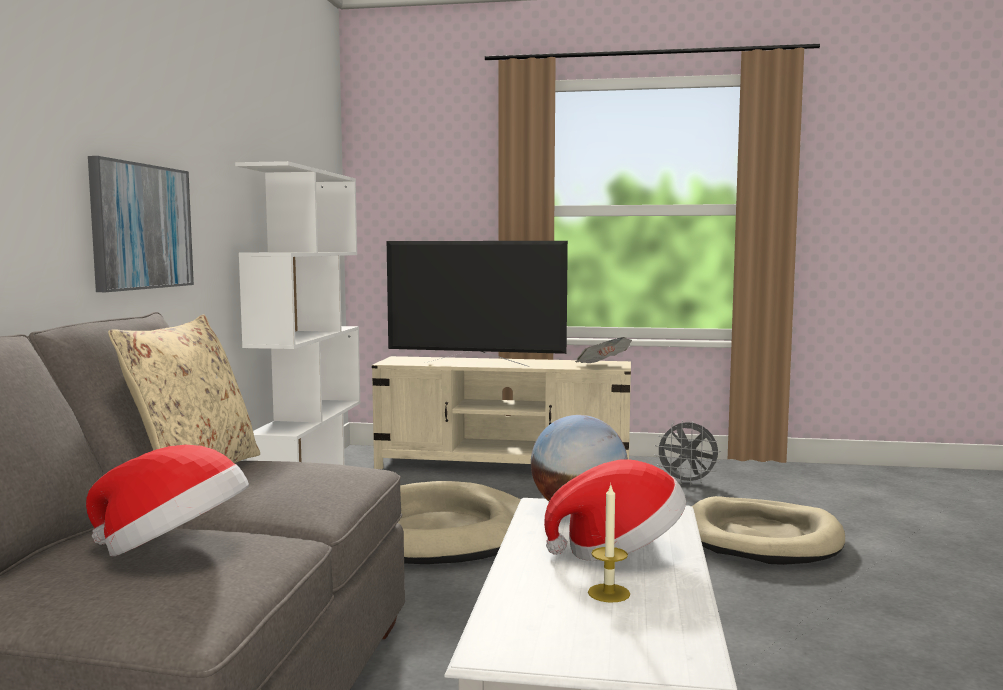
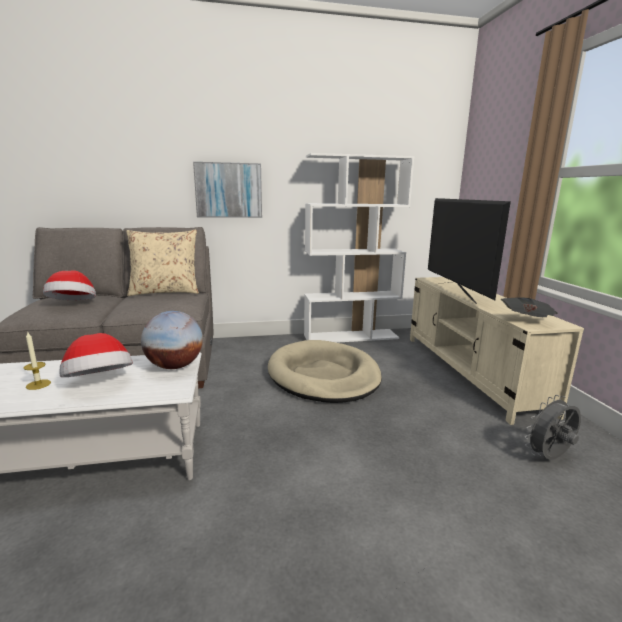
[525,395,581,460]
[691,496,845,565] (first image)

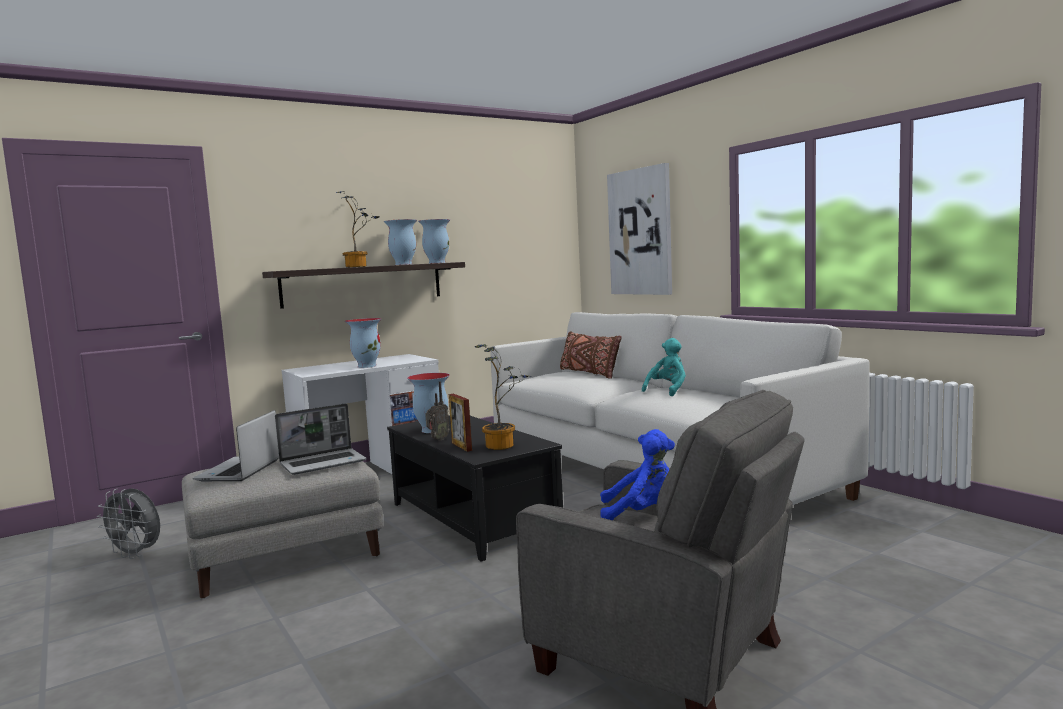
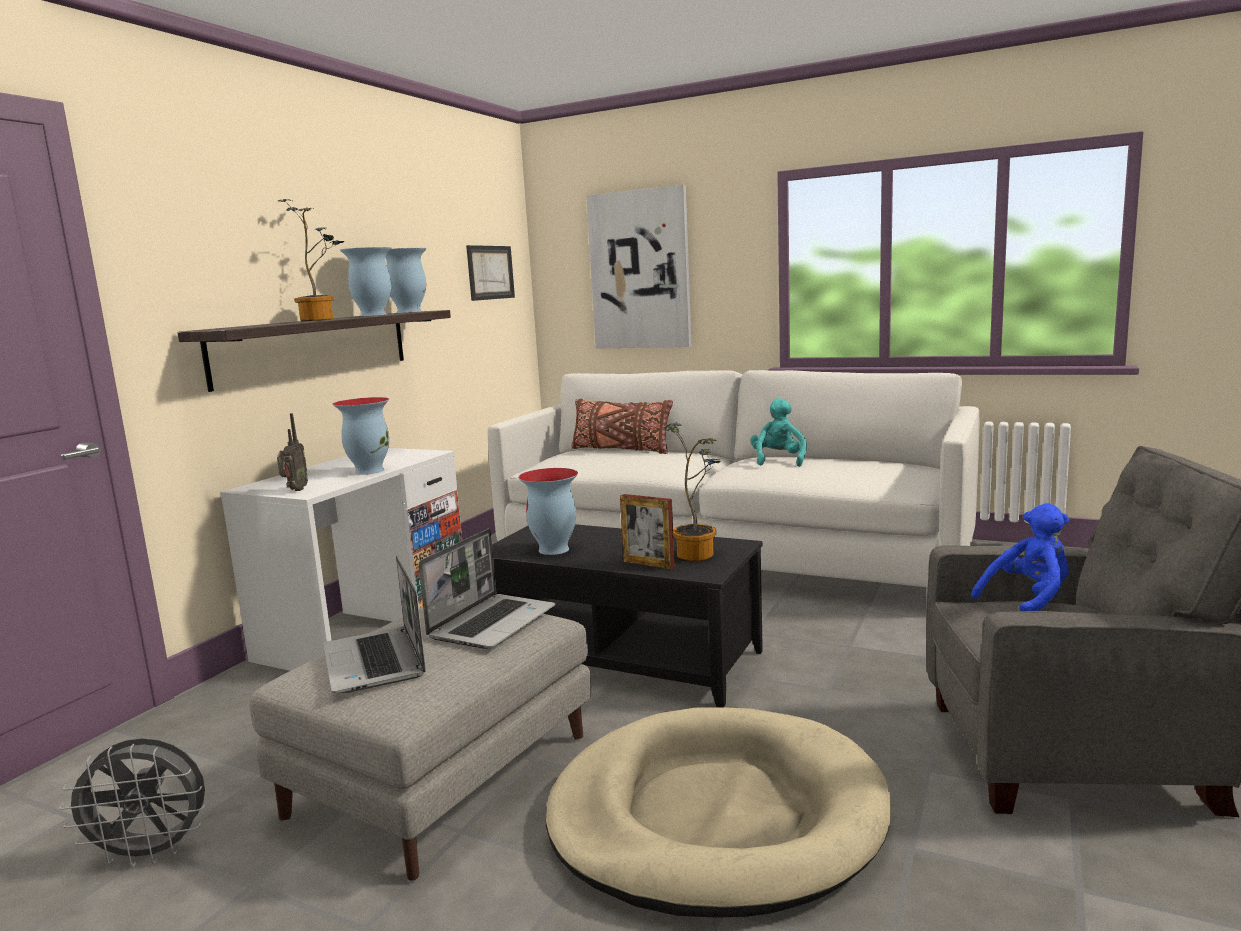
[277,413,308,491]
[466,245,515,301]
[546,708,892,918]

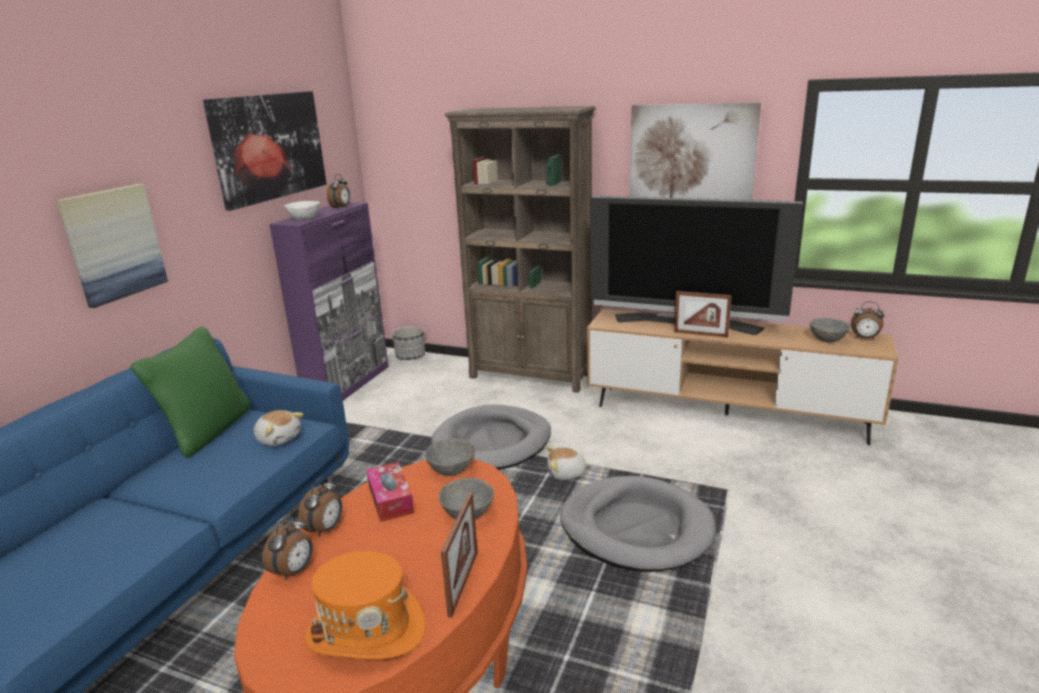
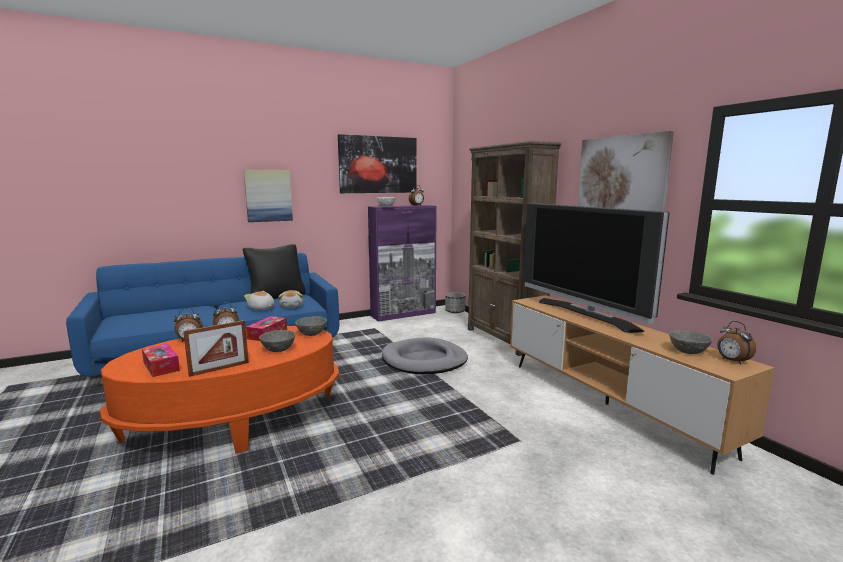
[243,244,306,299]
[142,343,180,377]
[244,291,274,310]
[560,476,716,572] (first image)
[674,291,732,338] (first image)

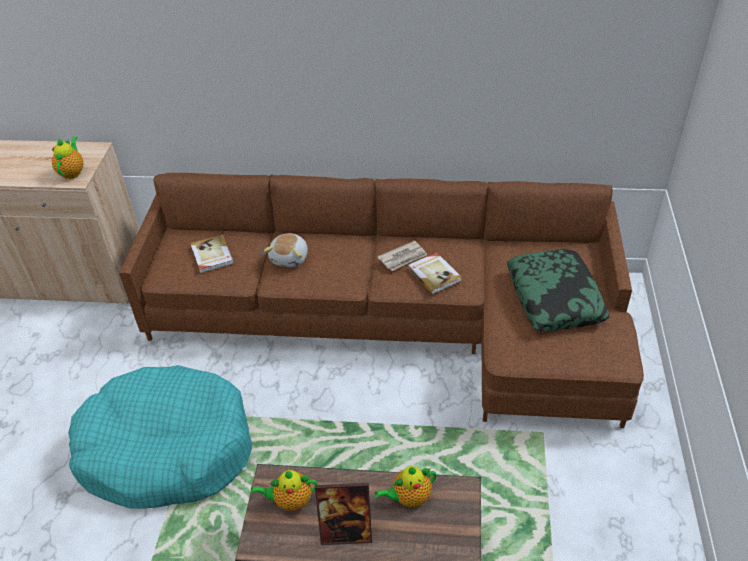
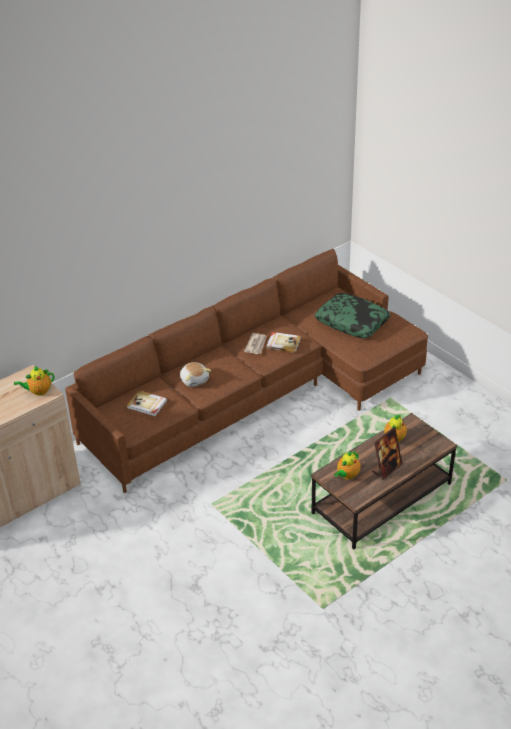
[14,366,55,396]
[68,365,252,509] (first image)

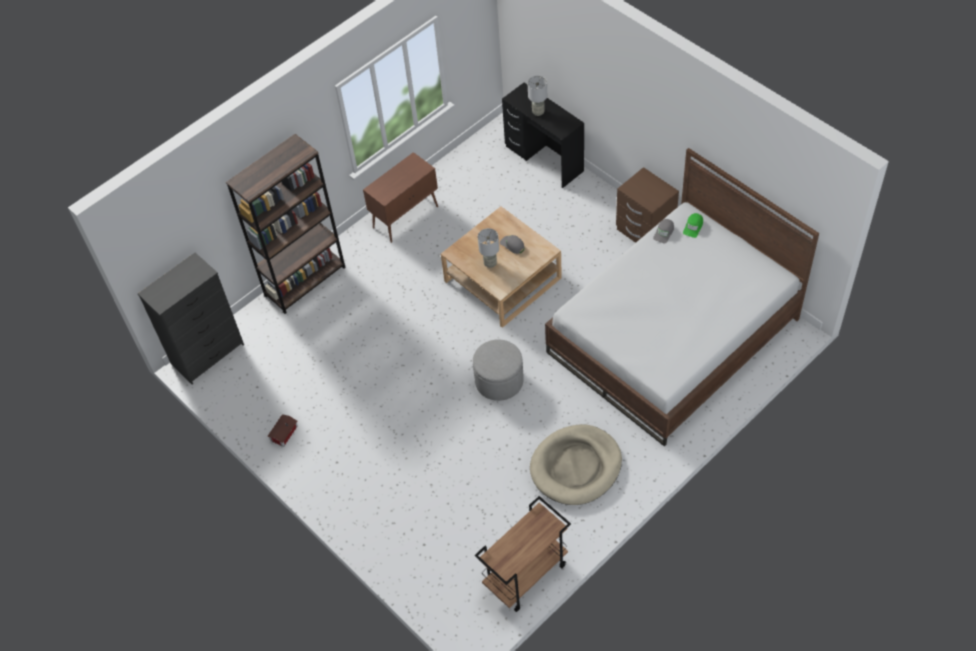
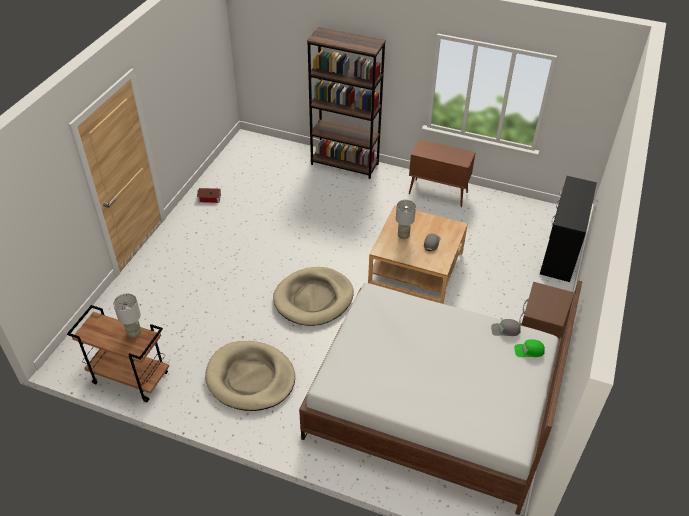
[138,253,244,385] (first image)
[273,267,354,326]
[113,293,141,338]

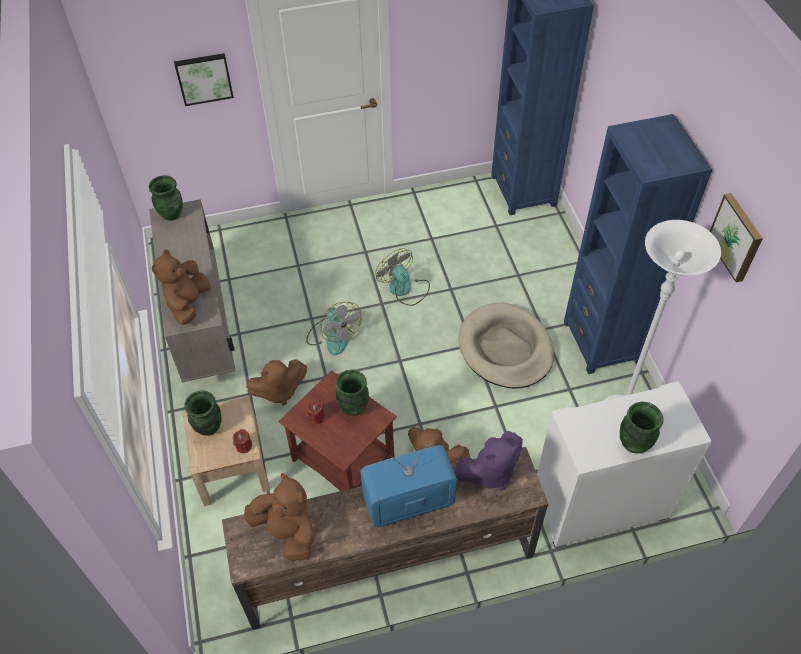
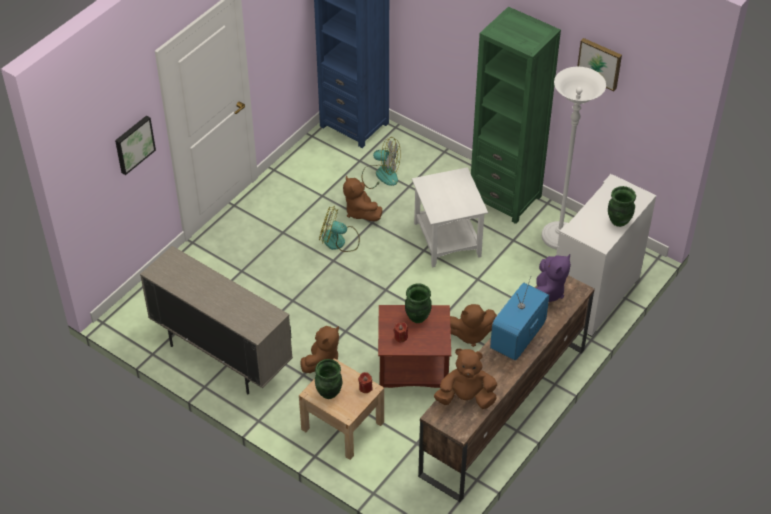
[149,175,183,221] (first image)
[343,176,383,221]
[362,137,401,189]
[412,167,488,267]
[471,7,561,224]

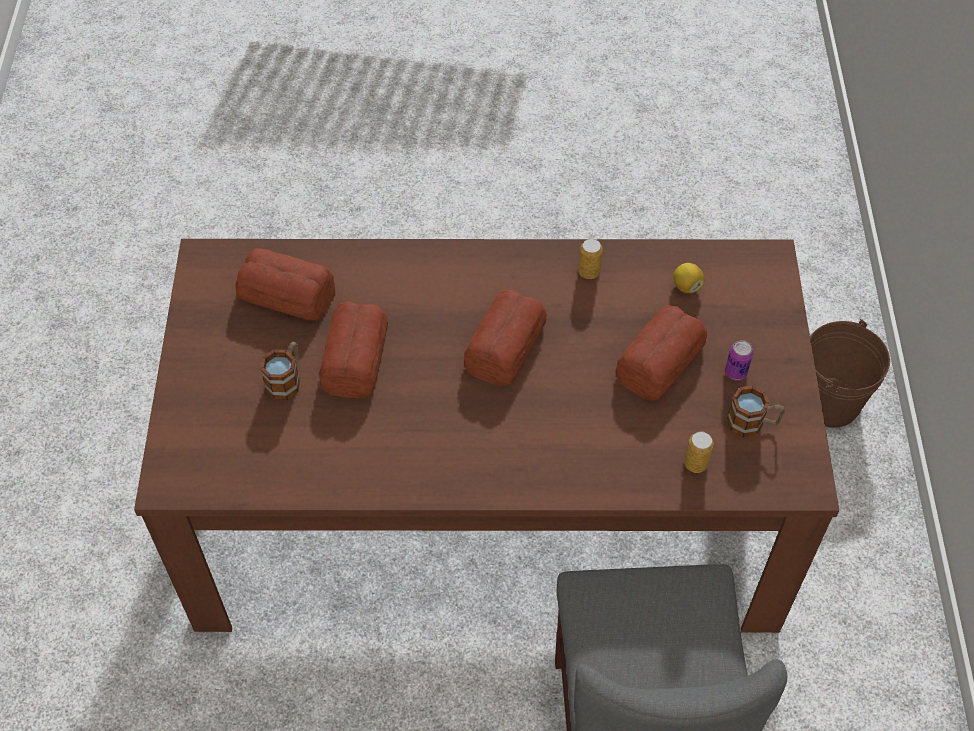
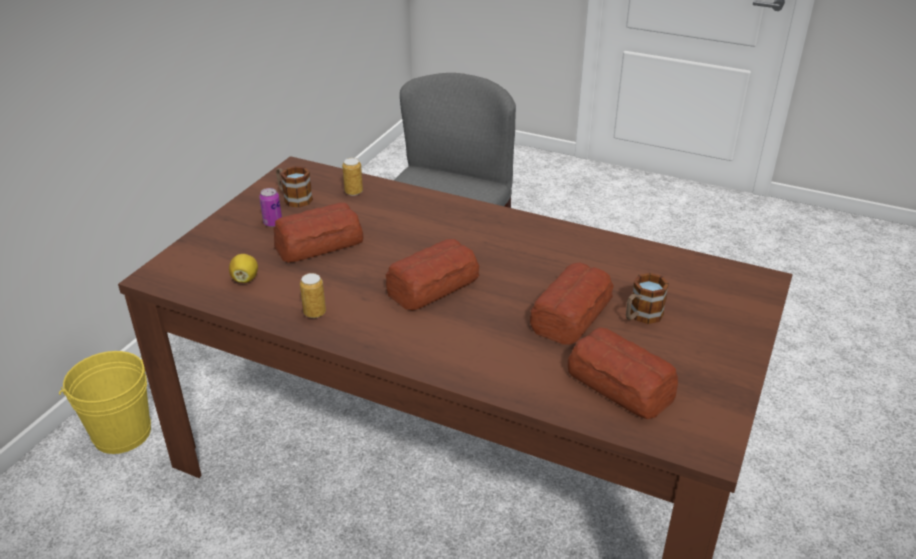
[59,351,151,454]

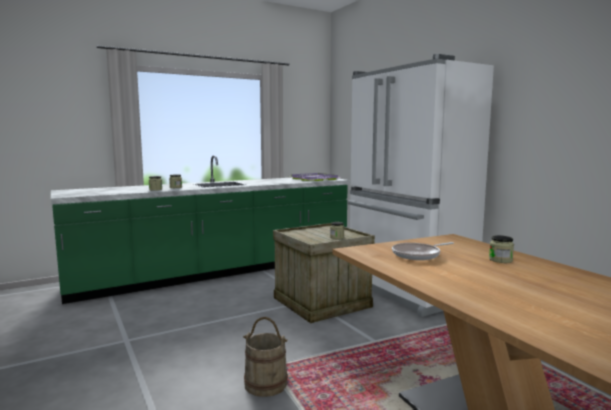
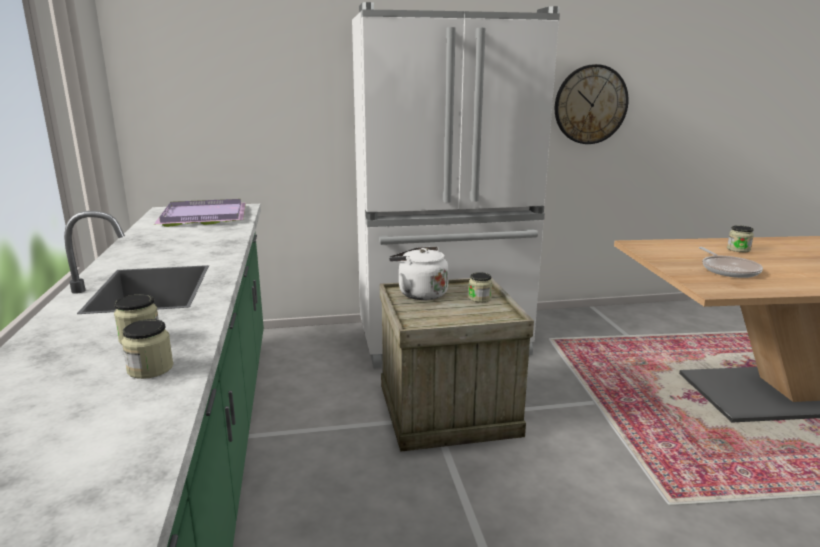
[243,317,288,397] (first image)
[389,246,449,300]
[555,64,629,144]

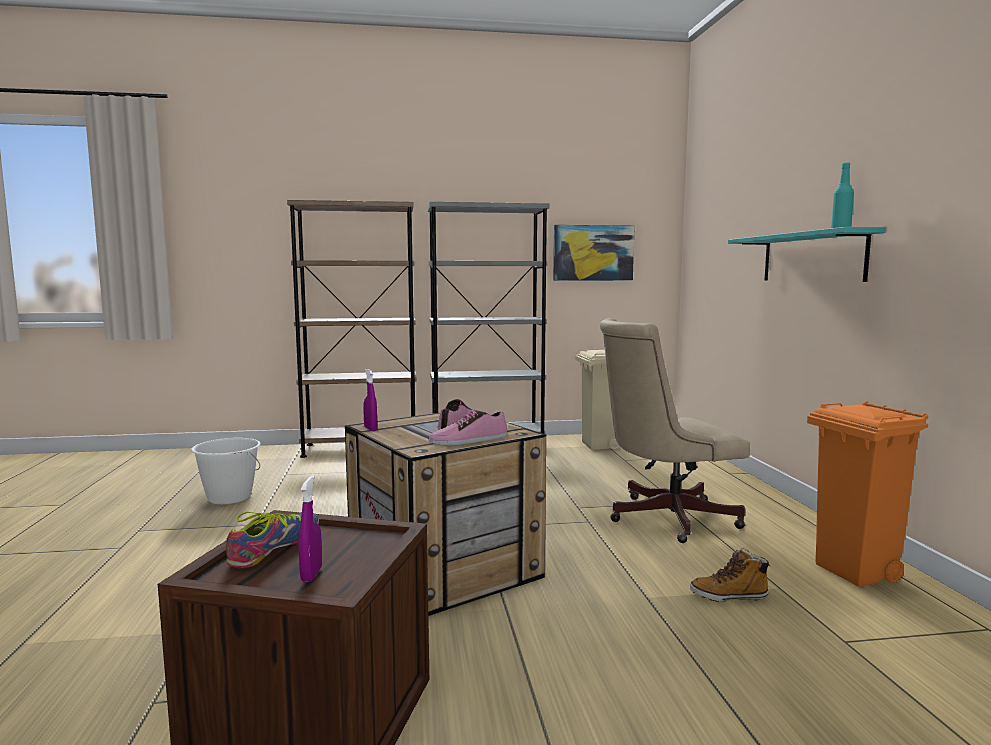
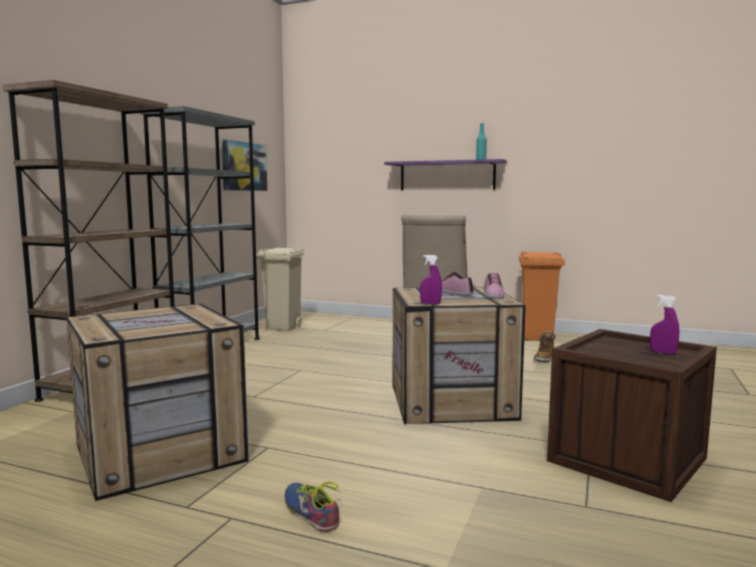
[66,304,248,501]
[285,482,341,532]
[384,159,507,190]

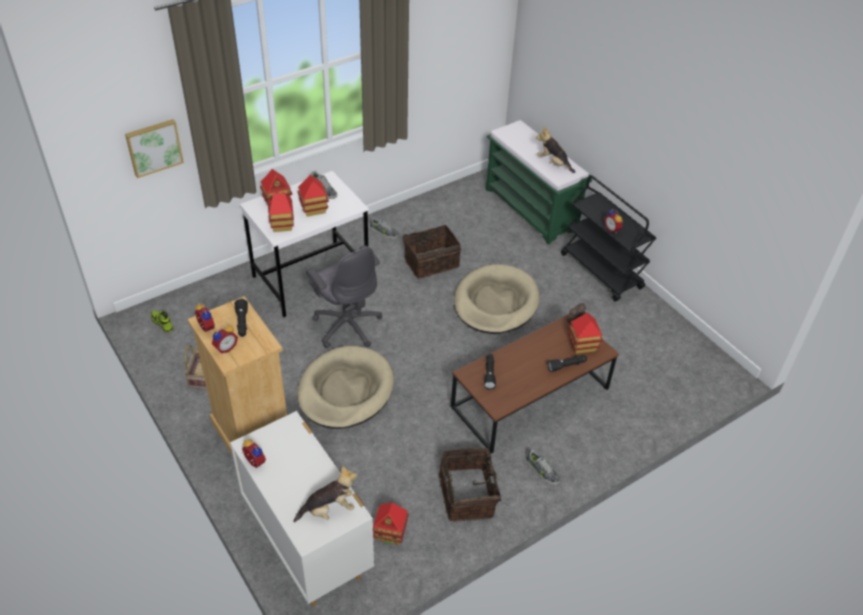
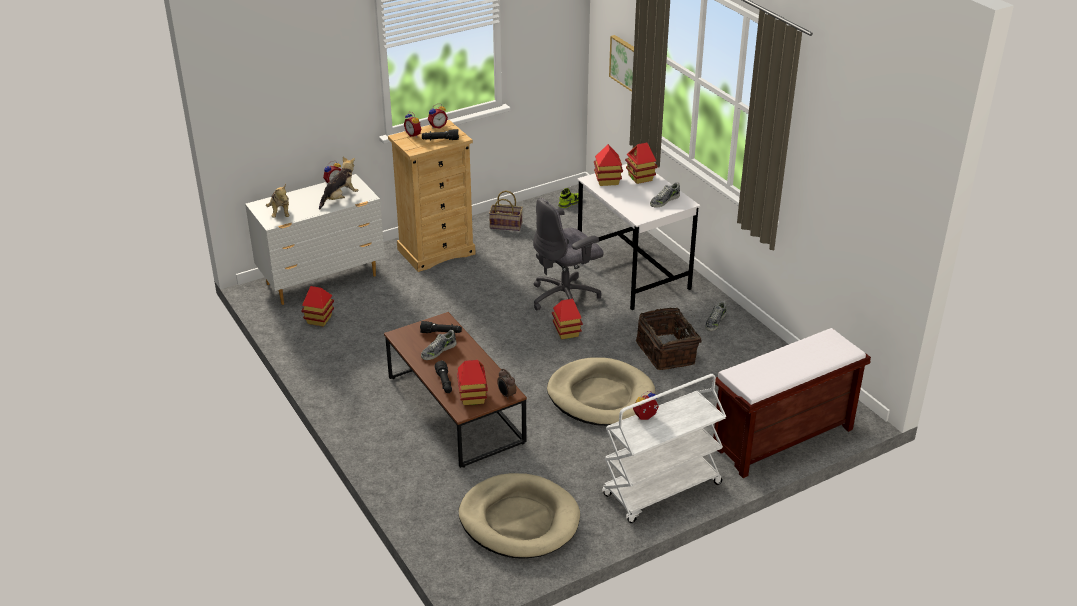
[459,473,580,559]
[552,299,583,340]
[439,447,501,522] (first image)
[712,328,871,478]
[421,330,456,360]
[319,157,358,210]
[602,374,726,523]

